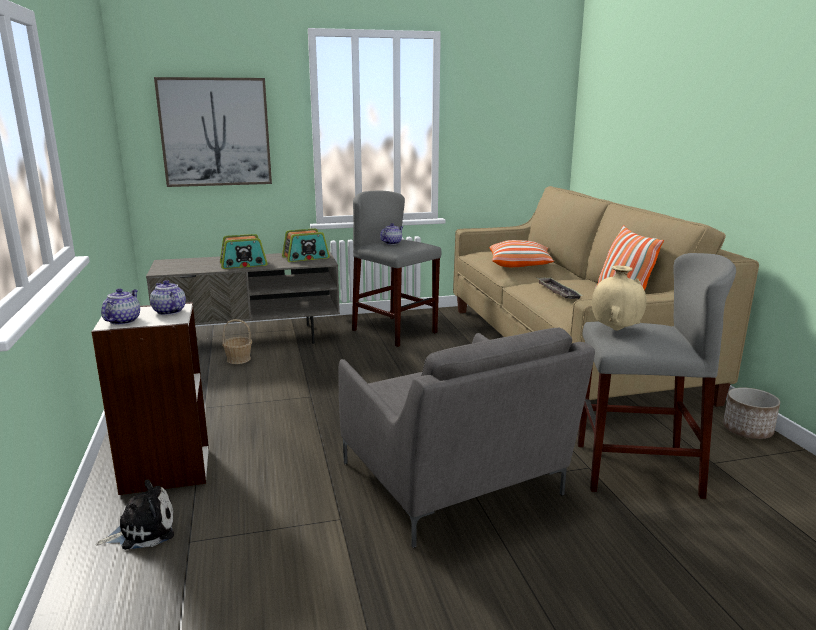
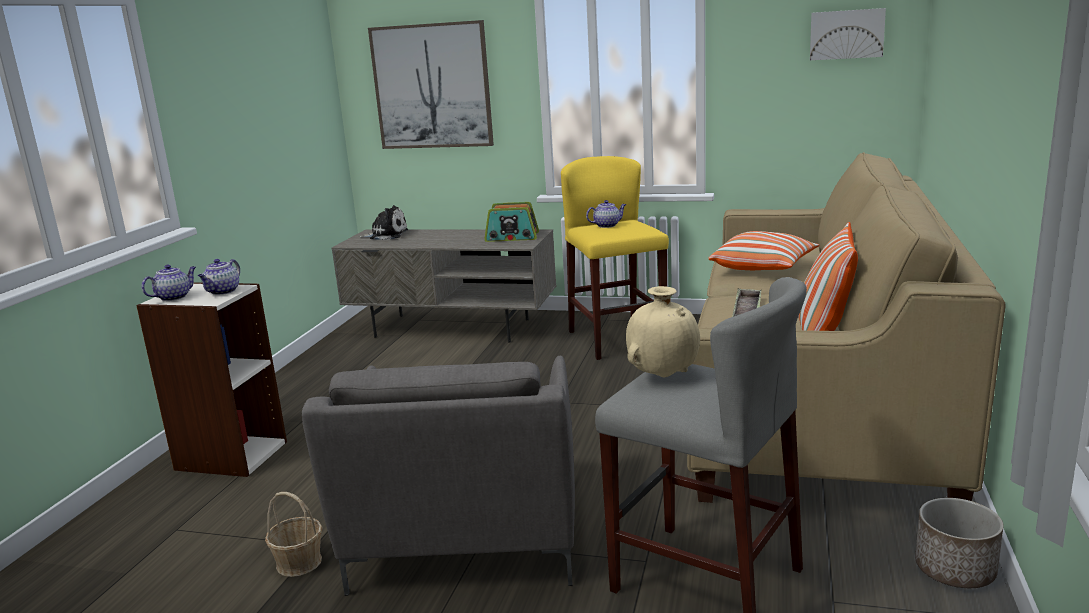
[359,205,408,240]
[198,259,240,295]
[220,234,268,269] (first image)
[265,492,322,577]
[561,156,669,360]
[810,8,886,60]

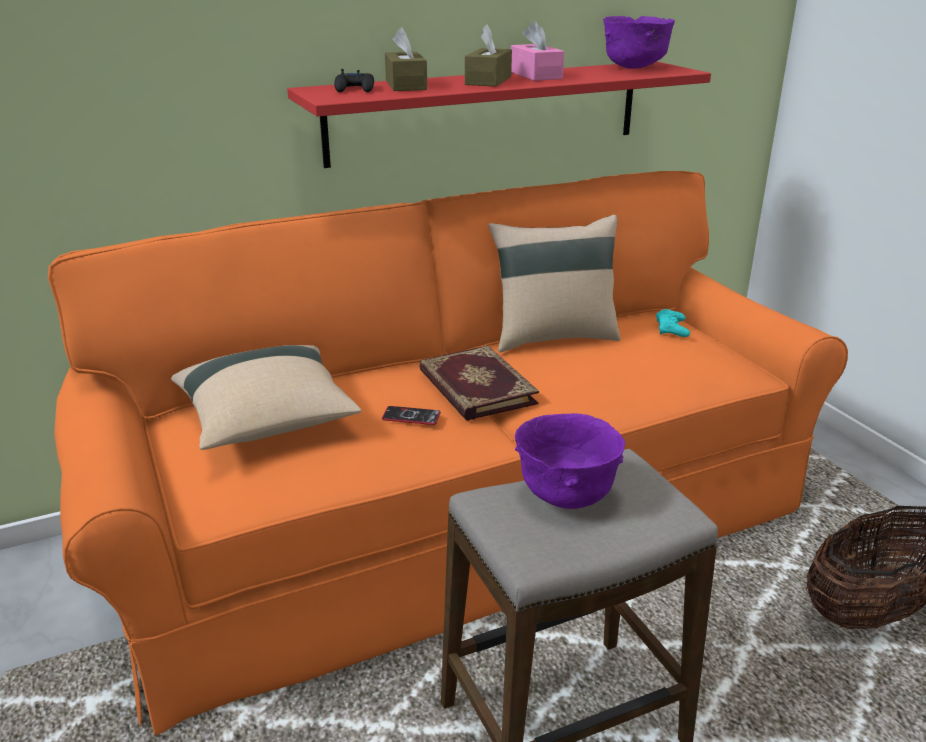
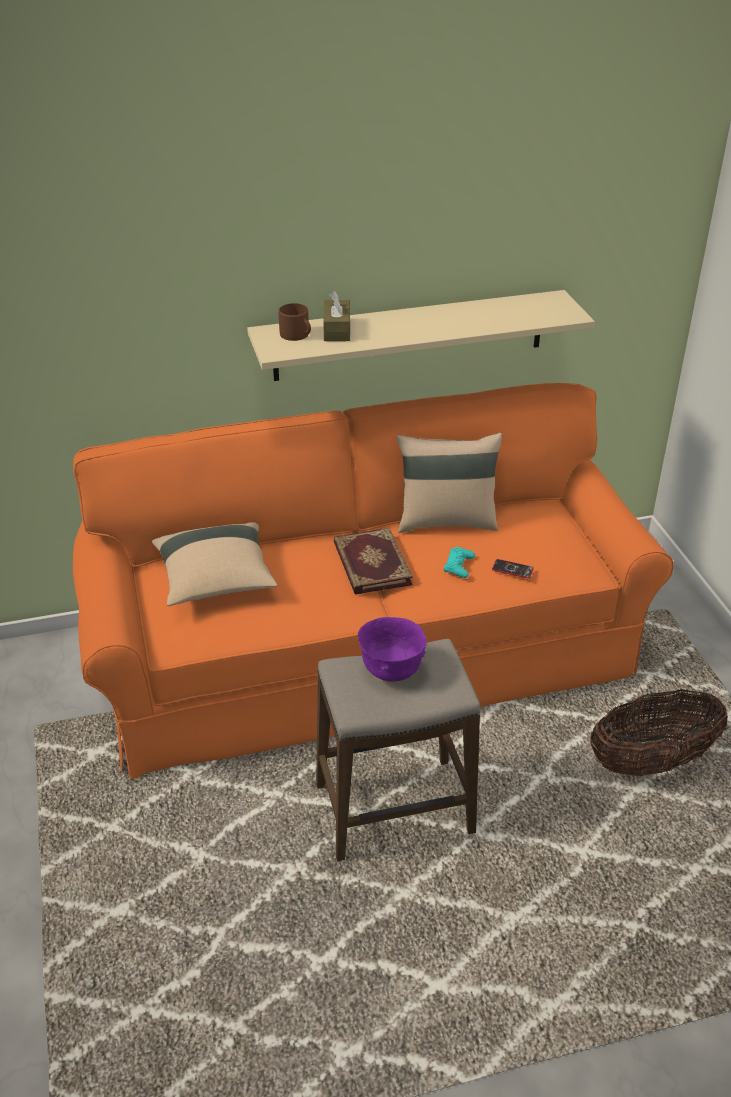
[247,290,595,381]
[278,303,311,341]
[492,559,534,578]
[465,24,512,86] (first image)
[511,21,564,81] (first image)
[603,16,675,69] (first image)
[444,547,475,578]

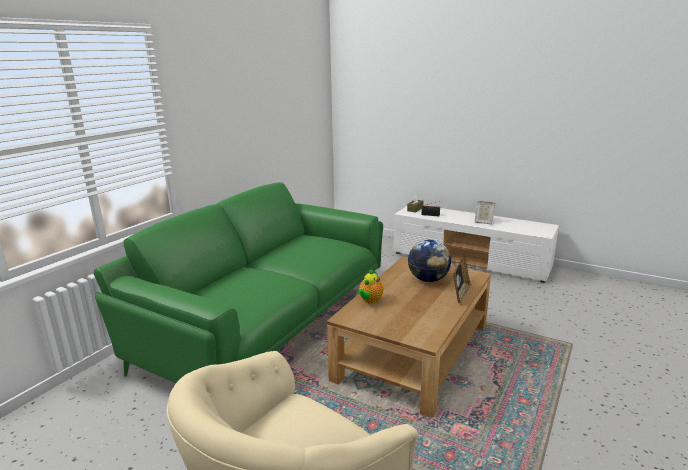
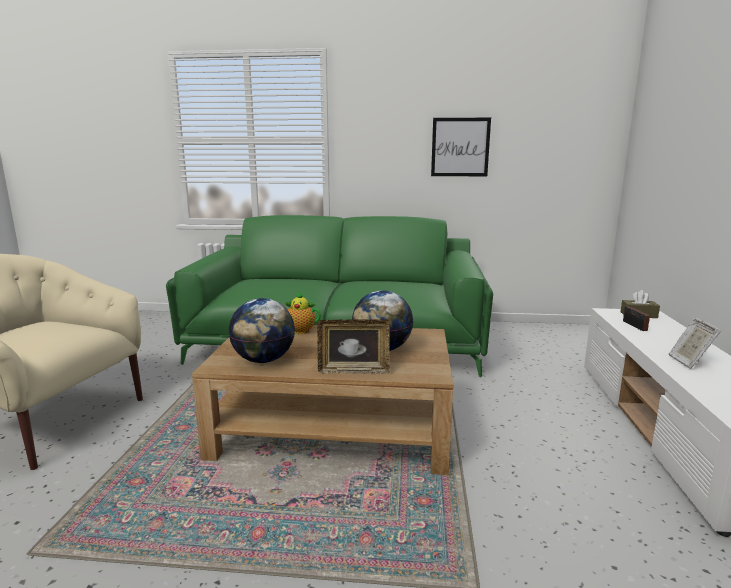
[228,298,295,363]
[431,118,491,176]

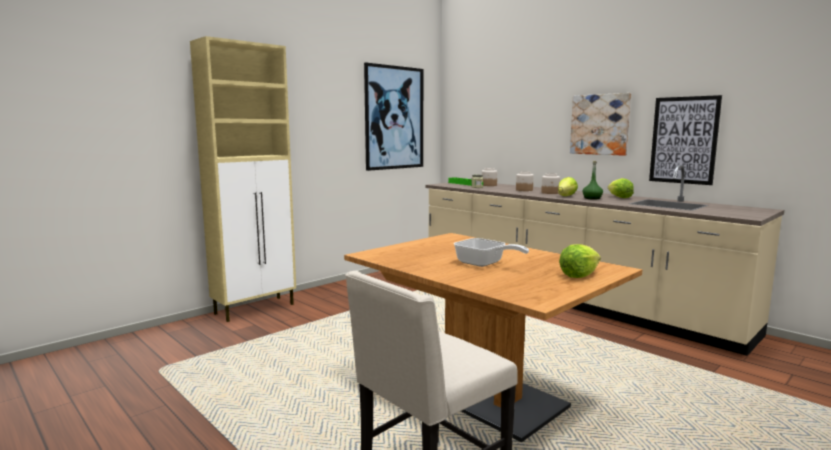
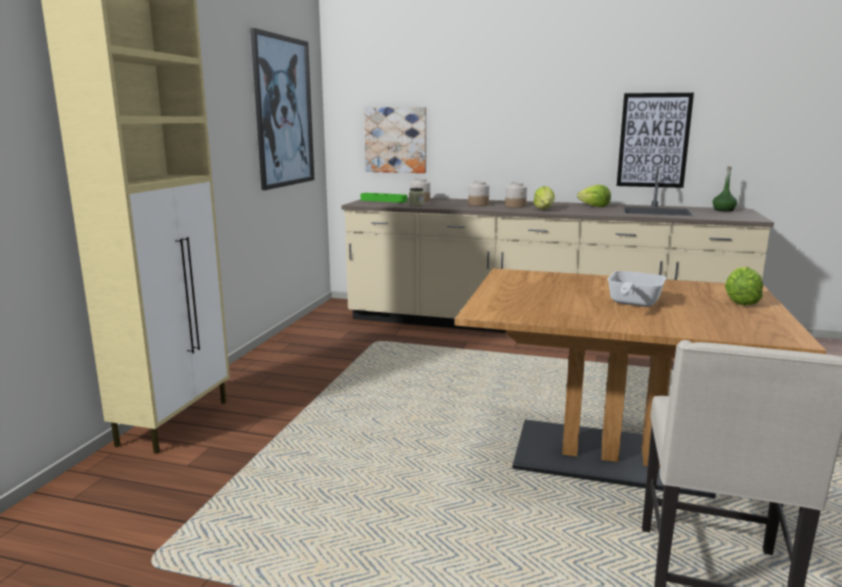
[607,271,666,307]
[364,107,426,173]
[713,166,737,212]

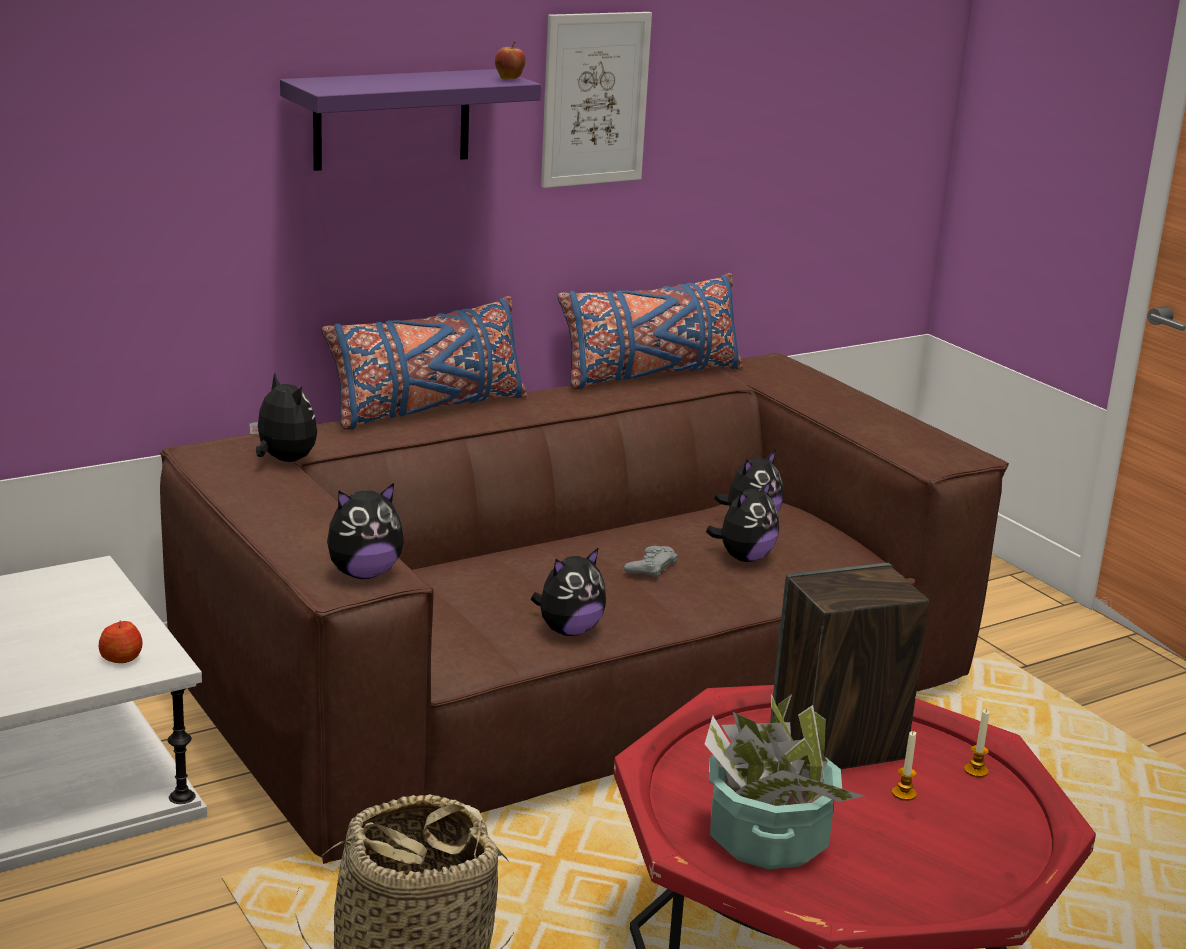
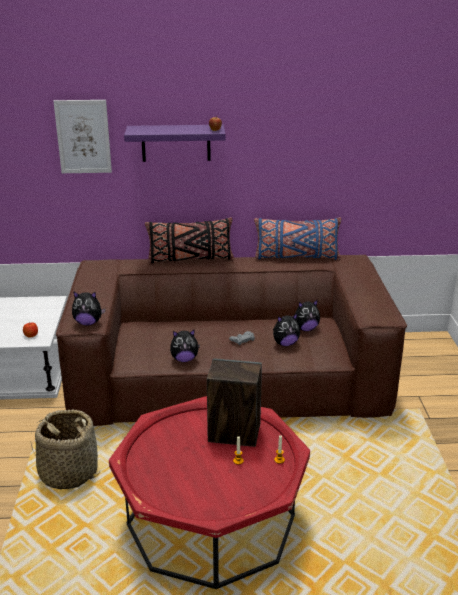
[249,373,317,462] (first image)
[145,218,234,263]
[53,100,112,173]
[705,694,864,869] (first image)

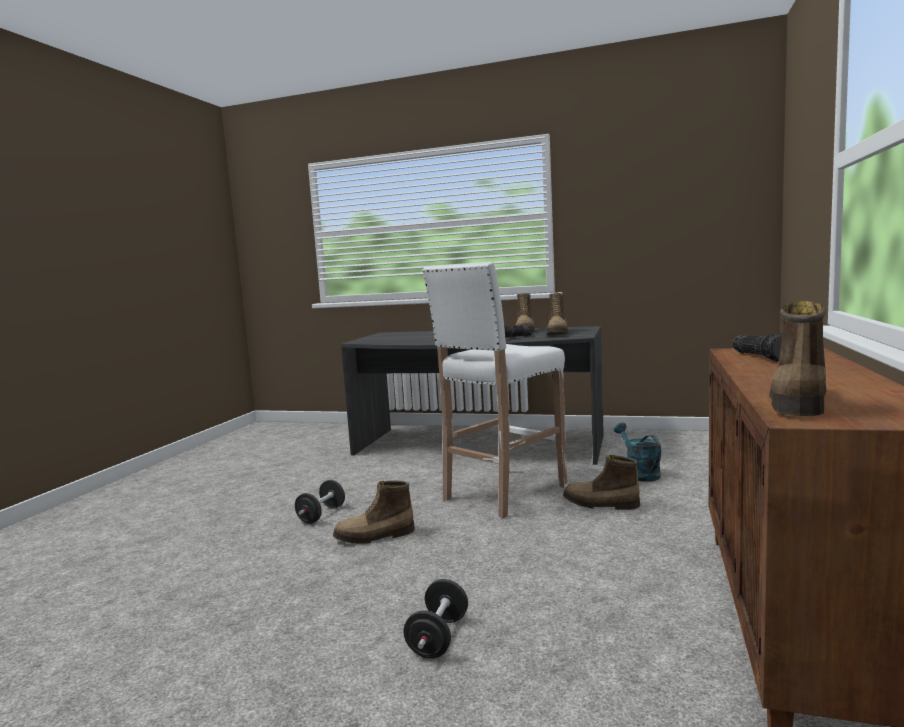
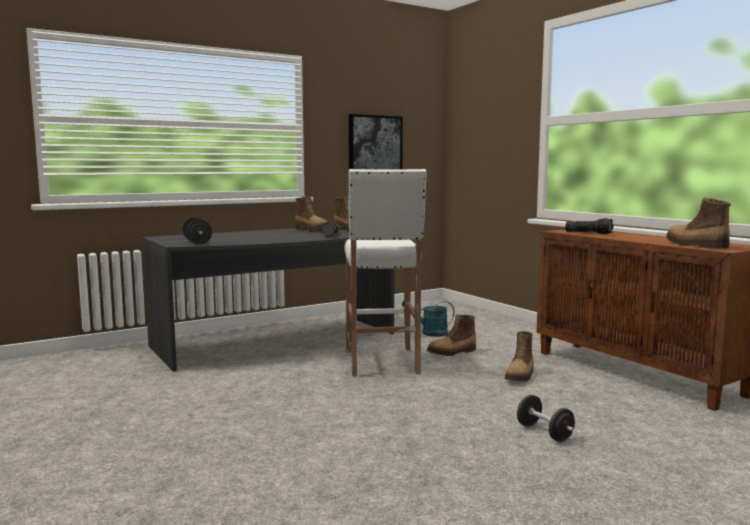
[182,217,212,244]
[505,331,533,382]
[349,114,403,169]

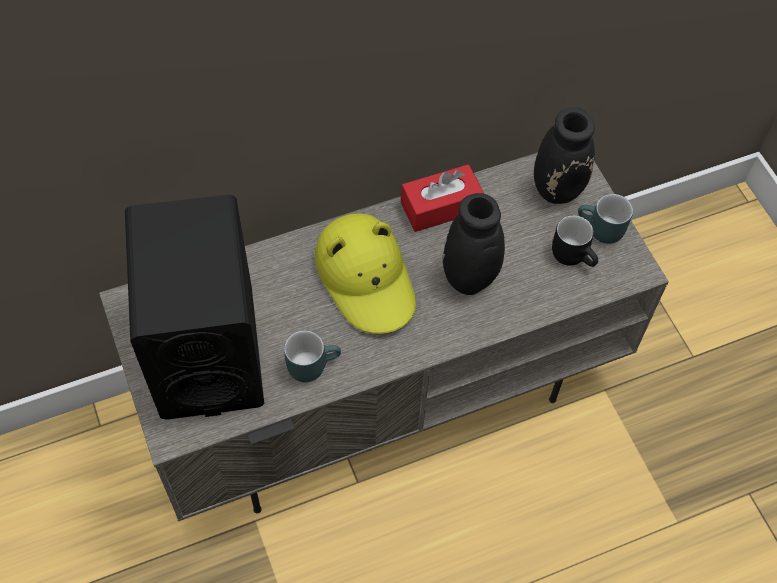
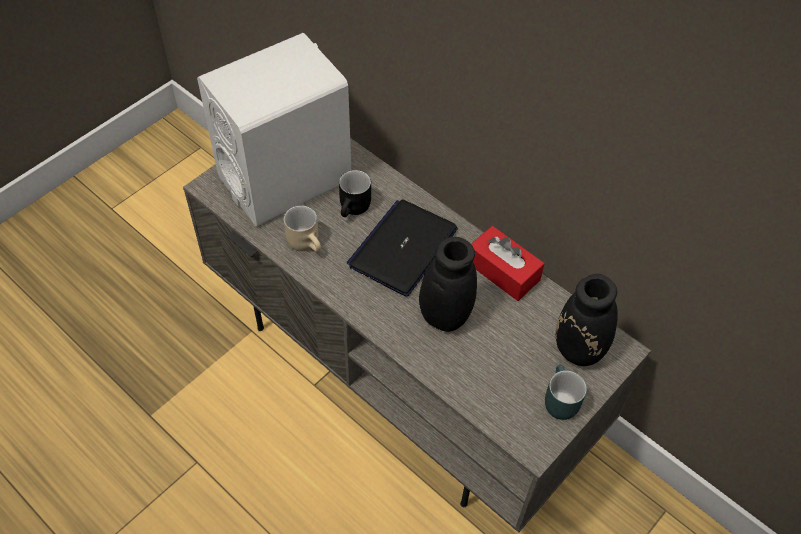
[197,33,351,226]
[284,205,321,252]
[347,199,458,297]
[339,170,371,217]

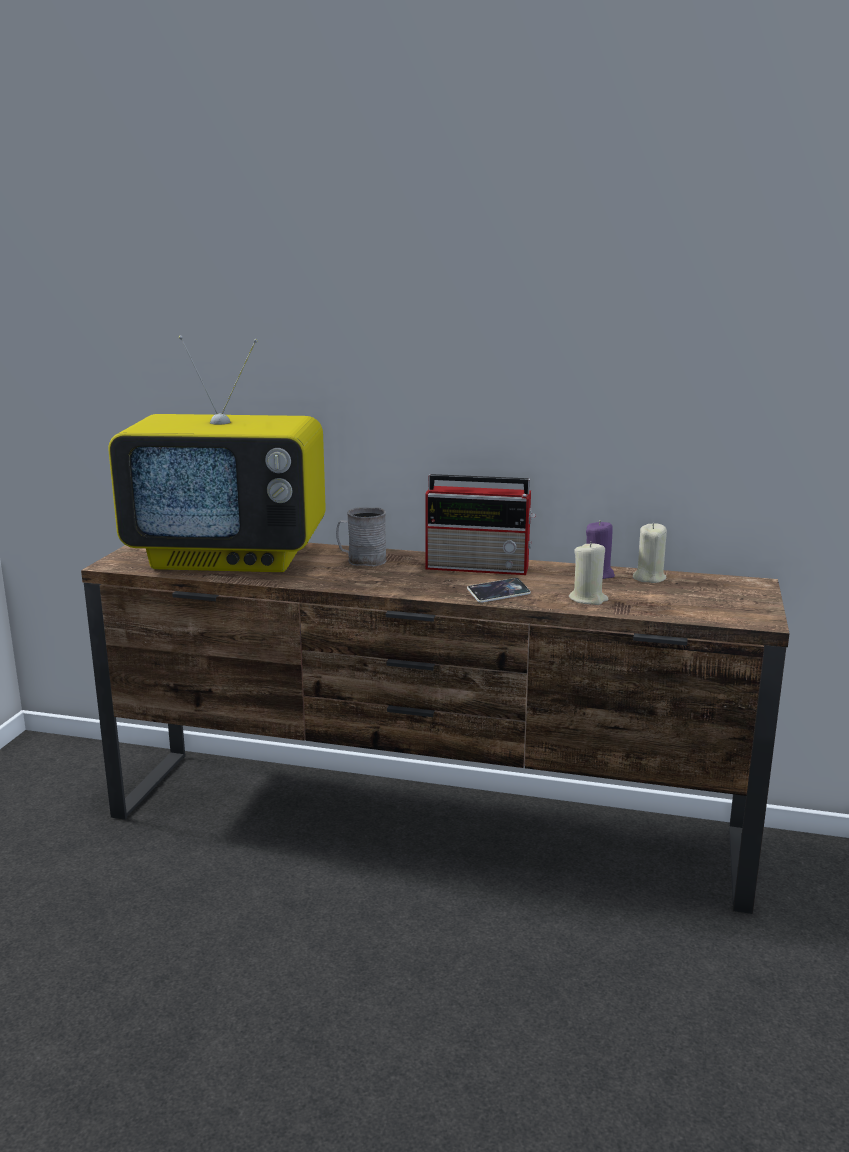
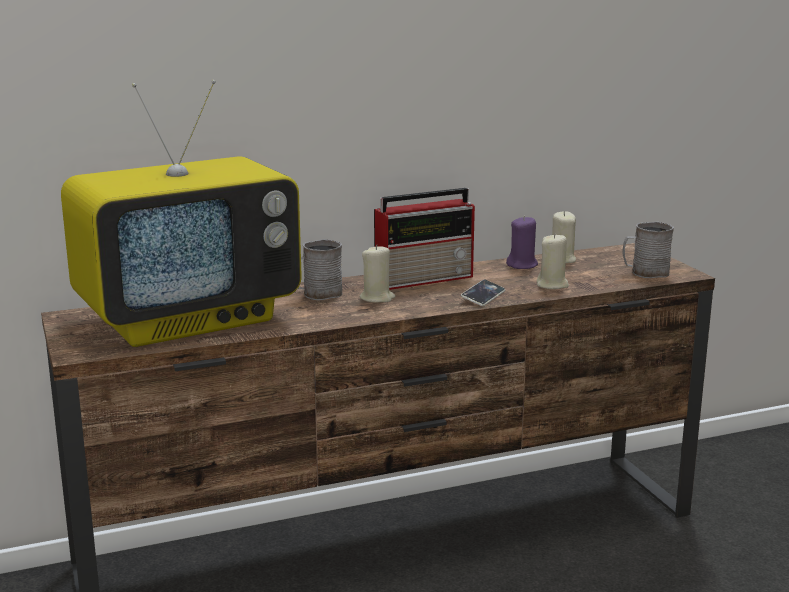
[359,244,395,303]
[622,221,674,278]

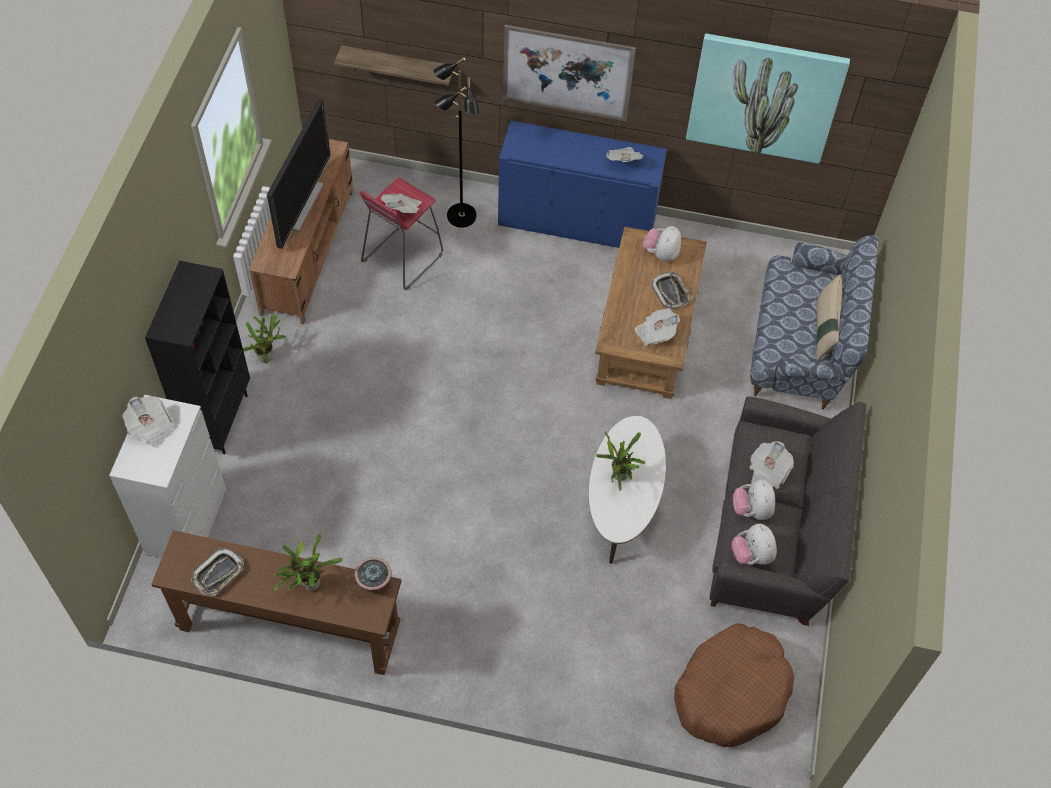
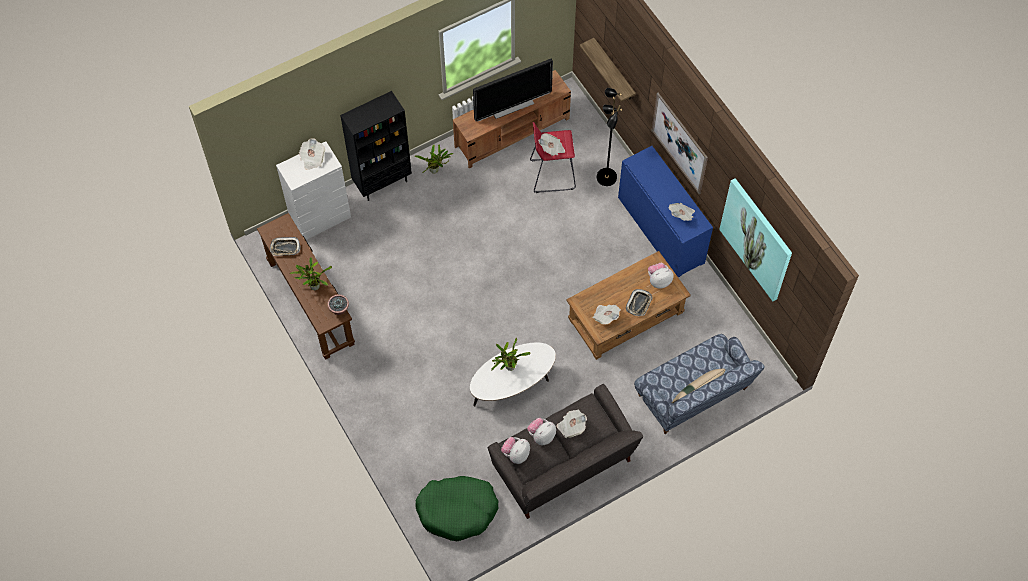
[415,476,499,541]

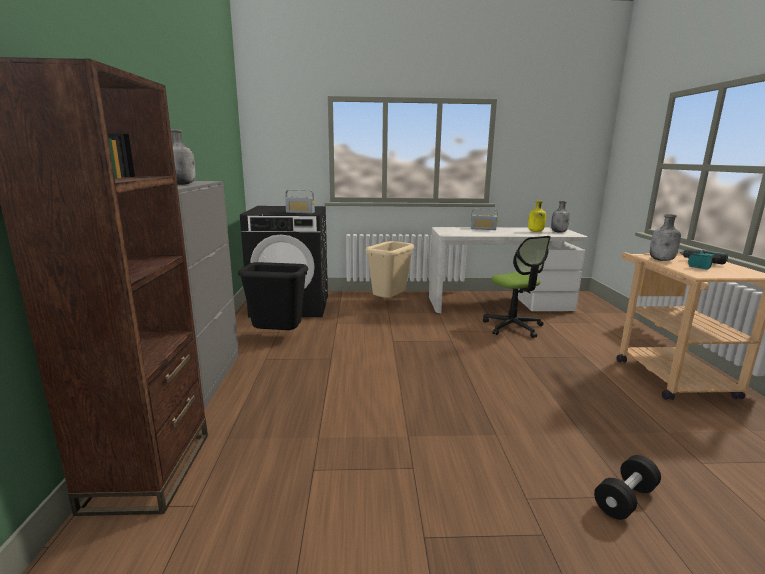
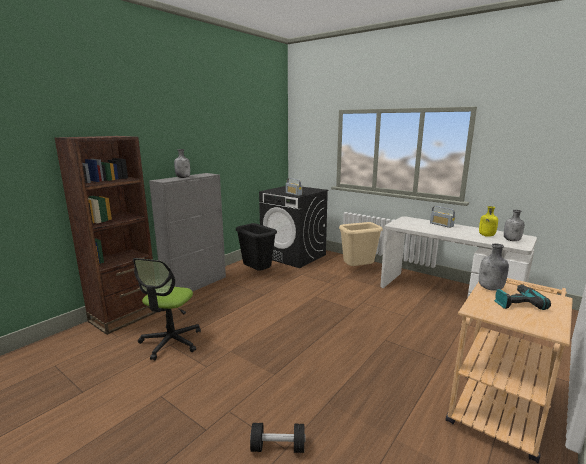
[133,258,201,360]

